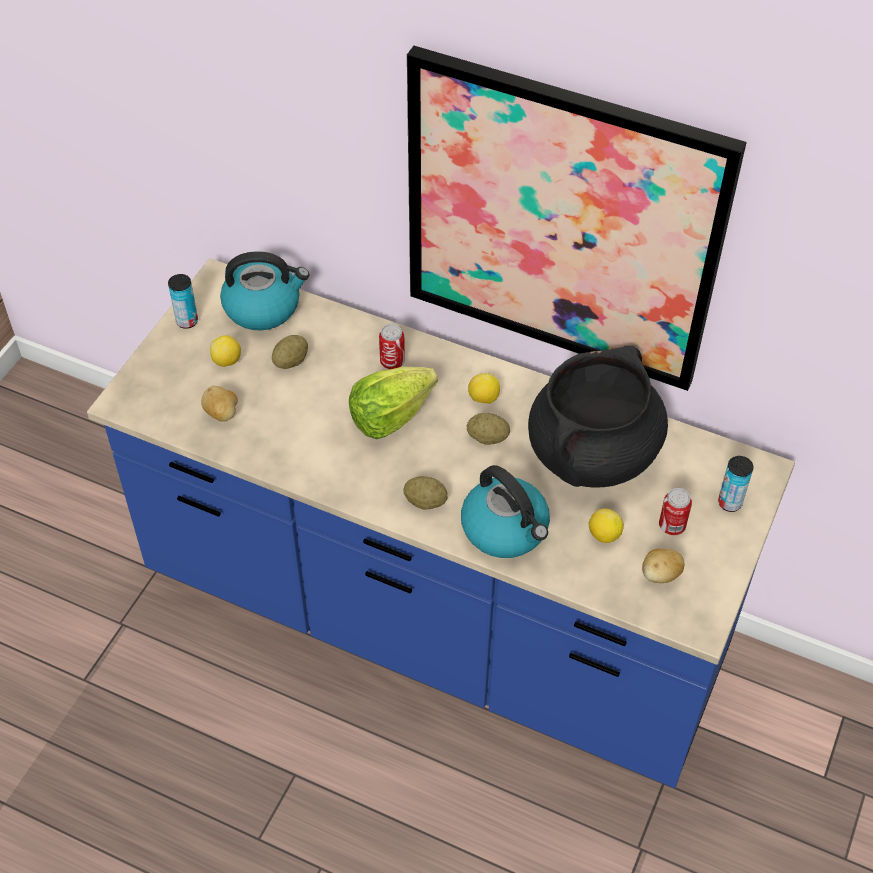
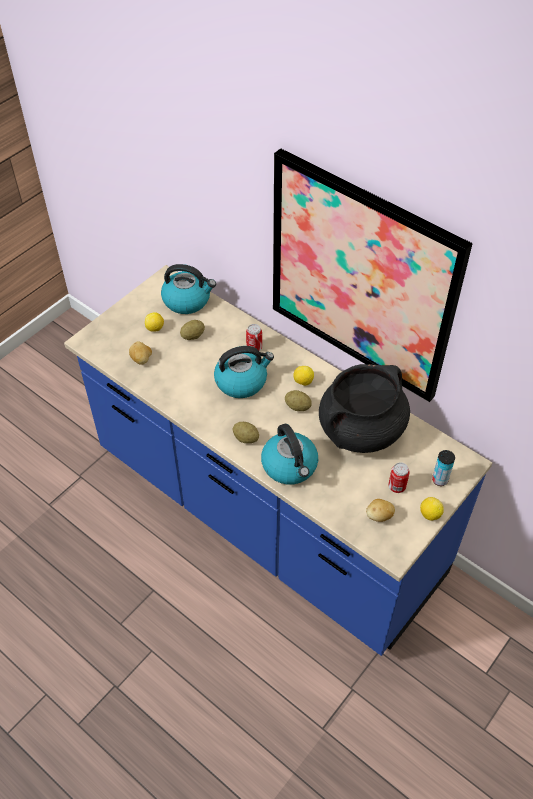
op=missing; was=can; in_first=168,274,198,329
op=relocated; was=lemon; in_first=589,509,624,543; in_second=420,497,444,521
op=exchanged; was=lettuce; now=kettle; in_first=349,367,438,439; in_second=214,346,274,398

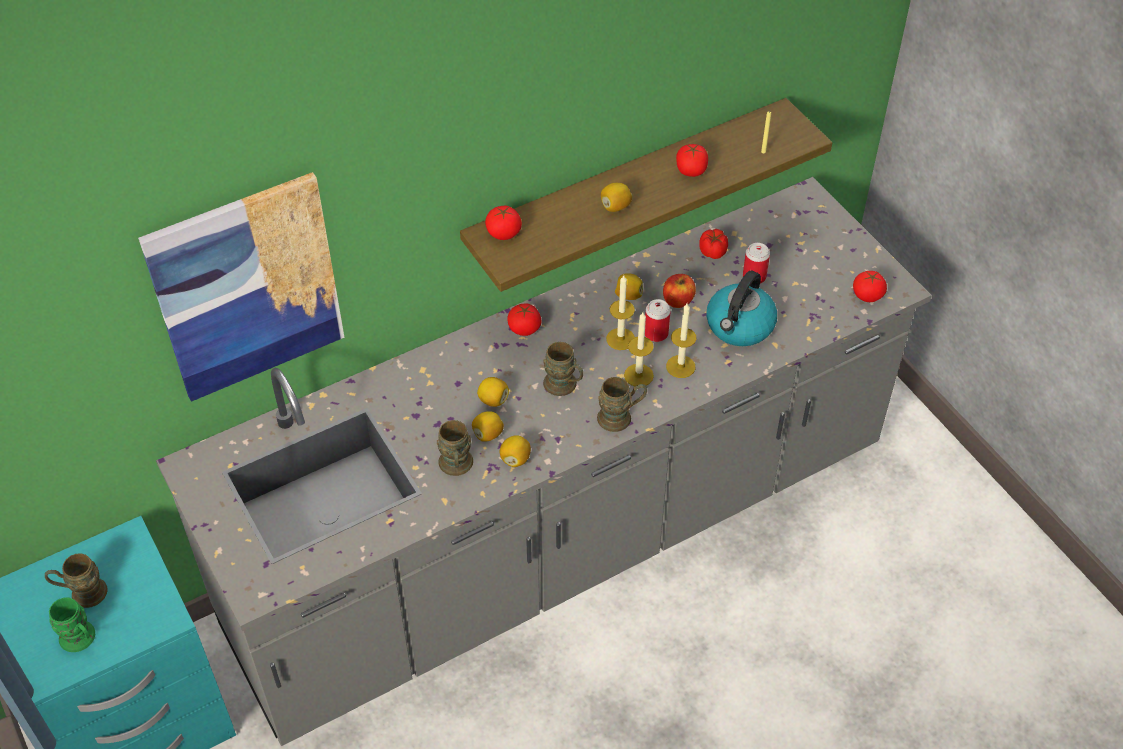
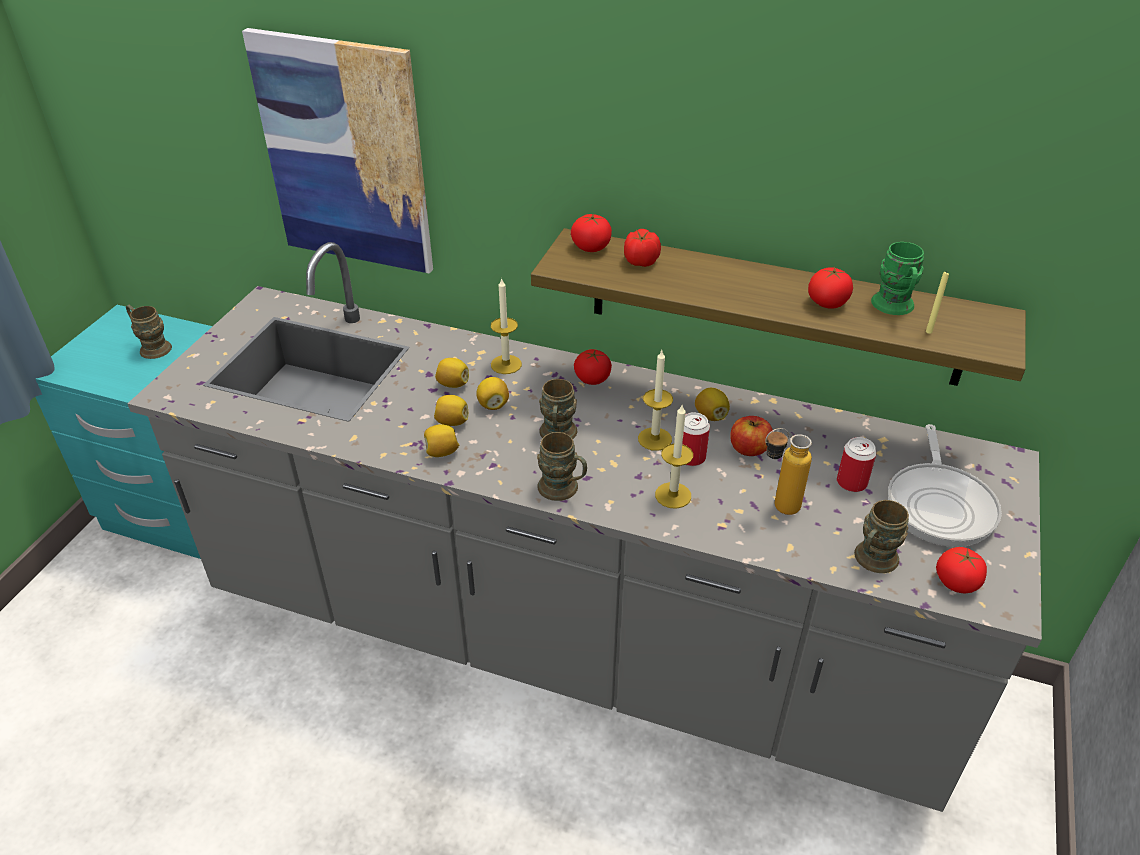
op=appeared; now=frying pan; in_second=888,424,1002,547
op=relocated; was=green mug; in_first=49,597,95,652; in_second=871,242,924,315
op=relocated; was=brown mug; in_first=437,420,473,476; in_second=854,500,909,573
op=relocated; was=lemon; in_first=601,183,632,212; in_second=435,358,469,388
op=relocated; was=candle; in_first=624,312,654,386; in_second=491,278,522,374
op=relocated; was=tomato; in_first=699,229,728,259; in_second=624,229,661,267
op=exchanged; was=kettle; now=bottle; in_first=706,270,777,346; in_second=765,428,812,515

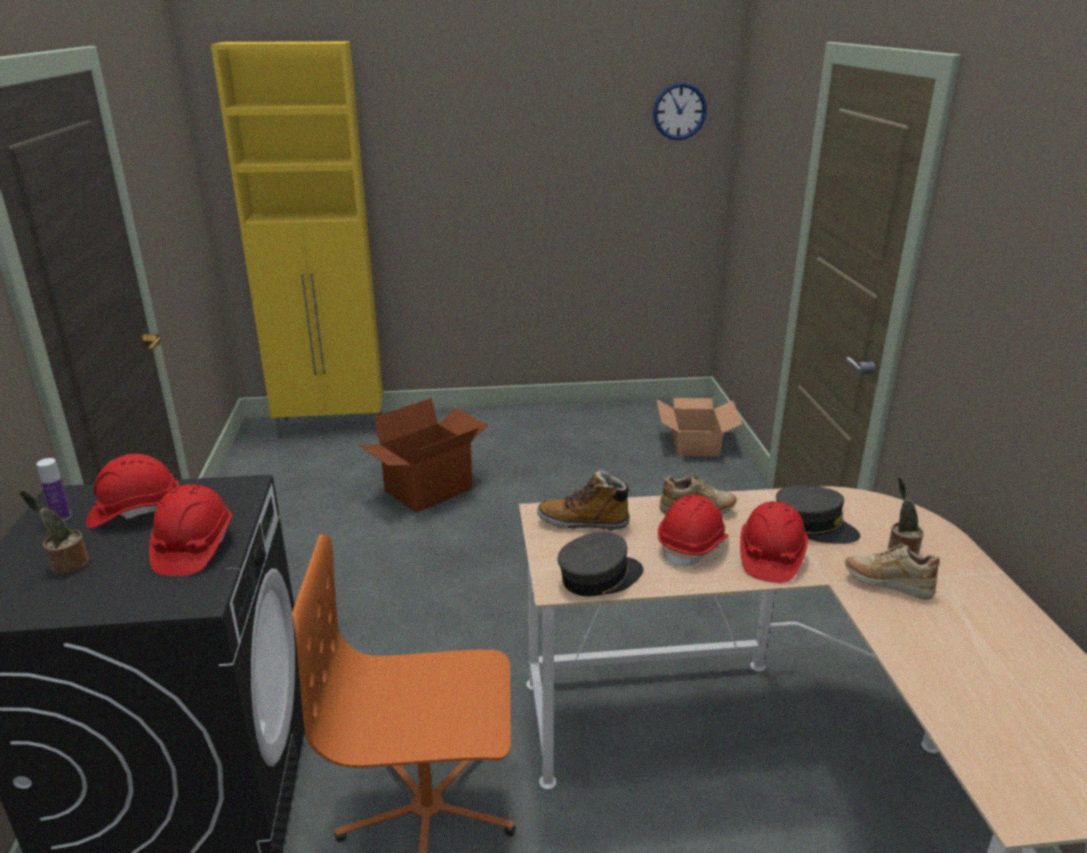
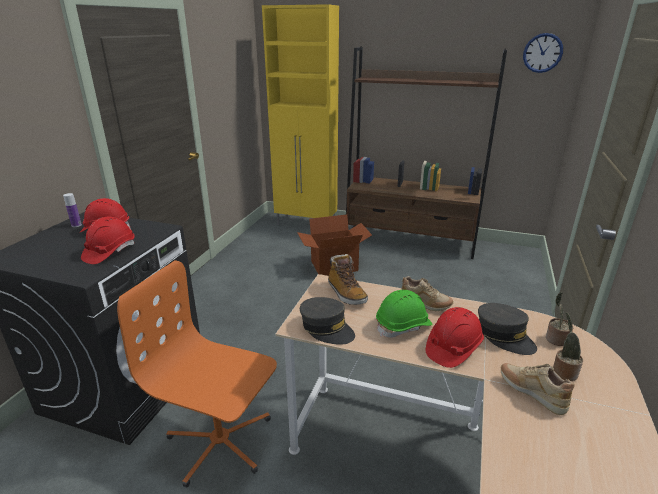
op=missing; was=cardboard box; in_first=656,398,742,457
op=appeared; now=brown bookcase; in_second=346,47,507,259
op=relocated; was=potted plant; in_first=19,490,89,575; in_second=546,292,573,346
op=colour; was=red hard hat; now=green hard hat; in_first=658,495,729,568; in_second=376,290,433,338
op=spun; was=boot; in_first=537,470,633,530; in_second=328,254,368,305; clockwise=-150
op=spun; was=grey cap; in_first=557,532,643,596; in_second=300,297,355,345; clockwise=45

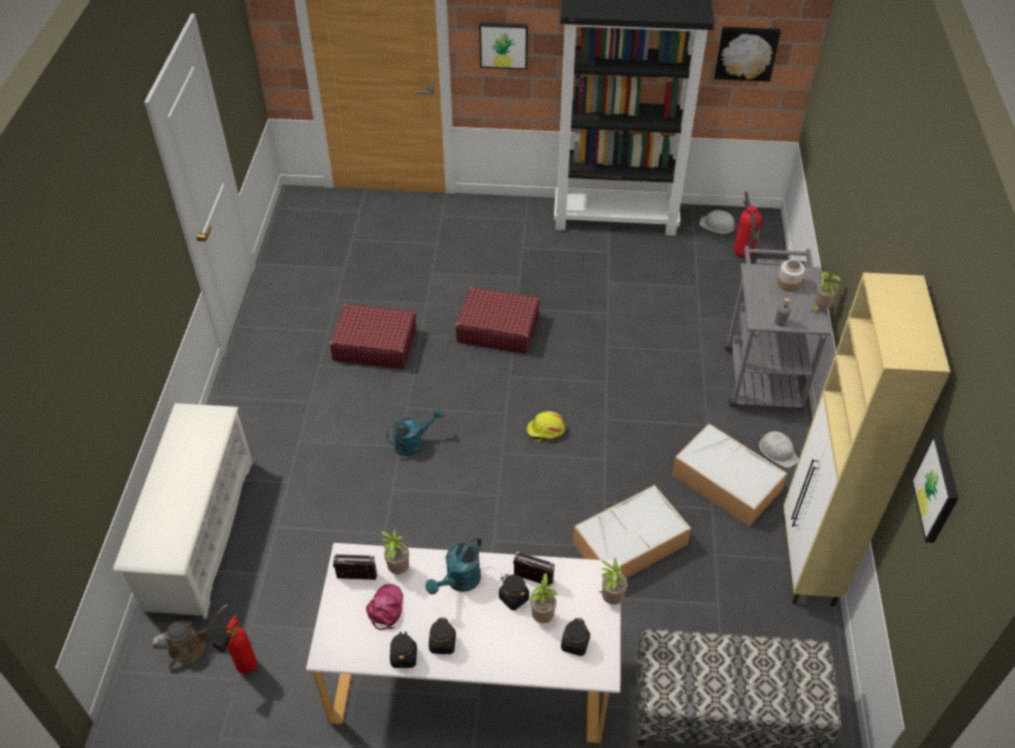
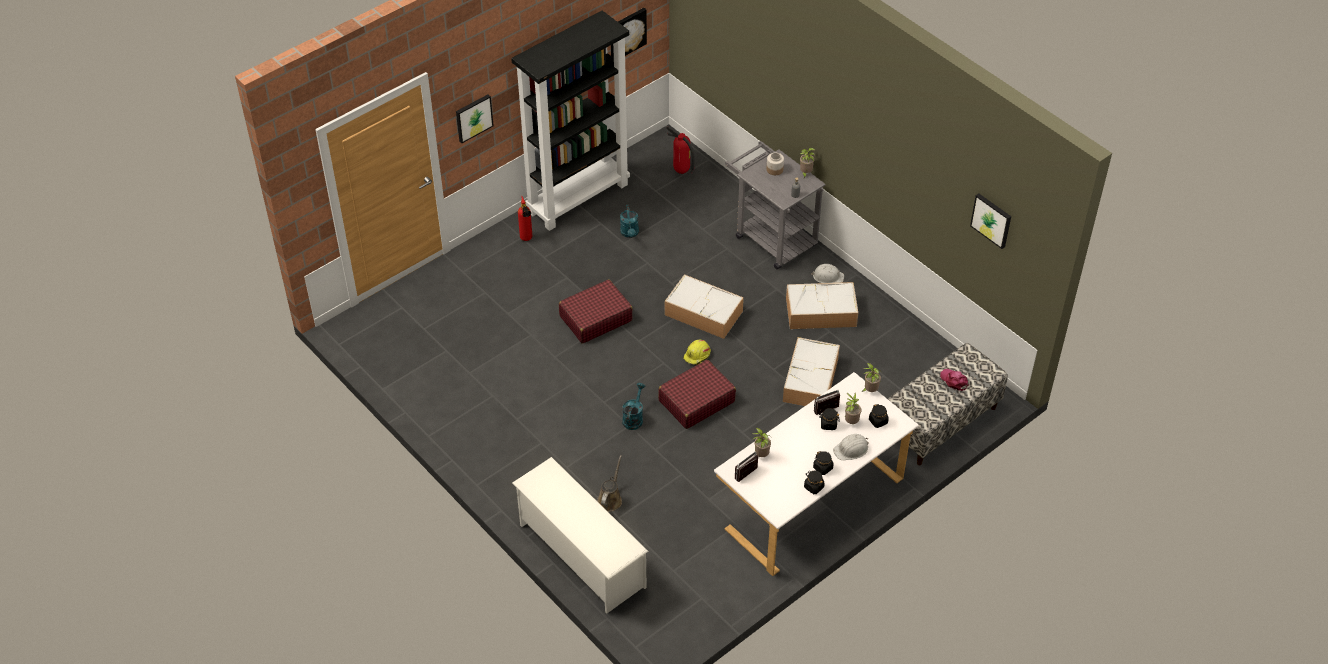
op=missing; was=beige cabinet; in_first=783,272,950,607
op=appeared; now=storage box; in_second=665,274,744,339
op=relocated; was=brown watering can; in_first=152,604,228,664; in_second=597,455,622,512
op=relocated; was=fire extinguisher; in_first=212,615,257,674; in_second=518,197,532,241
op=relocated; was=red suitcase; in_first=330,304,416,369; in_second=658,360,736,429
op=relocated; was=pink cap; in_first=366,584,403,630; in_second=940,369,969,391
op=relocated; was=turquoise watering can; in_first=426,536,481,594; in_second=620,205,639,238
op=relocated; was=white hard hat; in_first=699,210,738,234; in_second=833,434,868,460

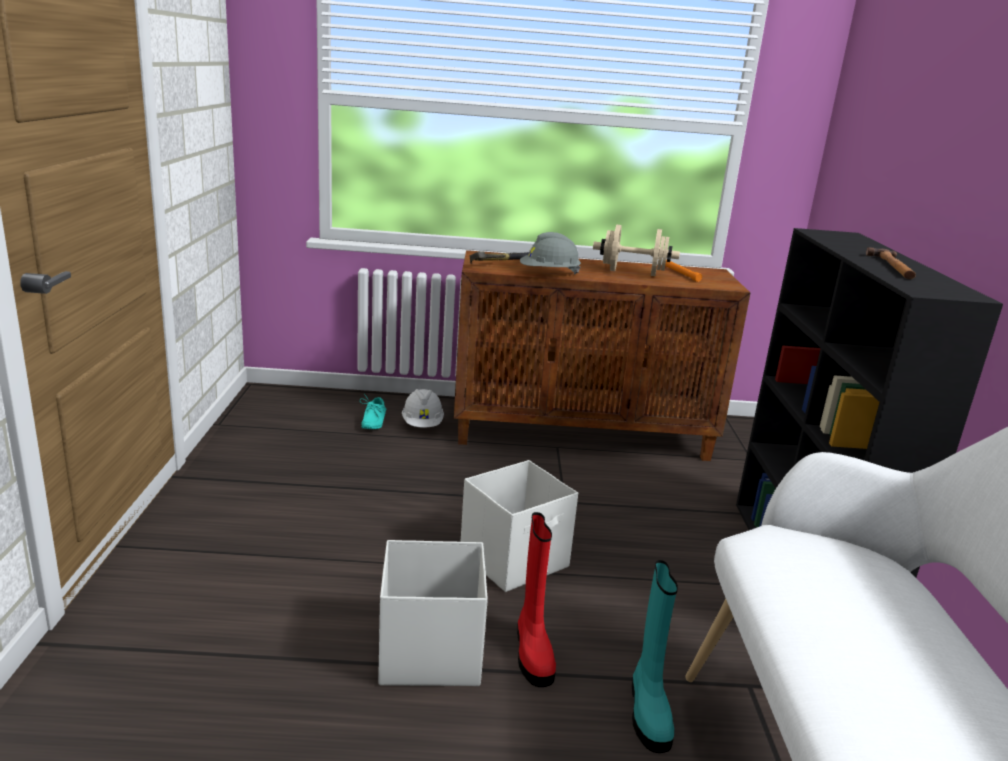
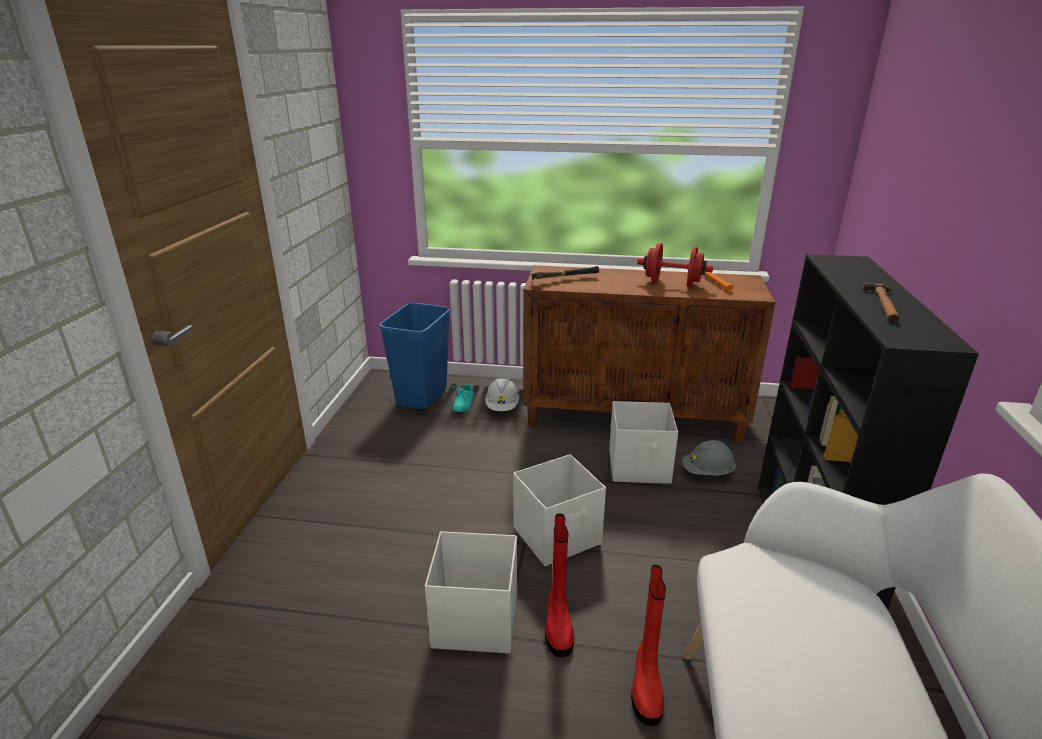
op=appeared; now=blue trash can; in_second=379,303,450,409
op=appeared; now=white storage box; in_second=609,401,678,484
op=relocated; was=grey hard hat; in_first=520,232,581,274; in_second=682,440,736,476
op=colour; was=beige dumbbell; now=red dumbbell; in_first=593,225,680,276; in_second=637,243,713,287
op=colour; was=turquoise boot; now=red boot; in_first=632,560,678,753; in_second=631,565,666,726

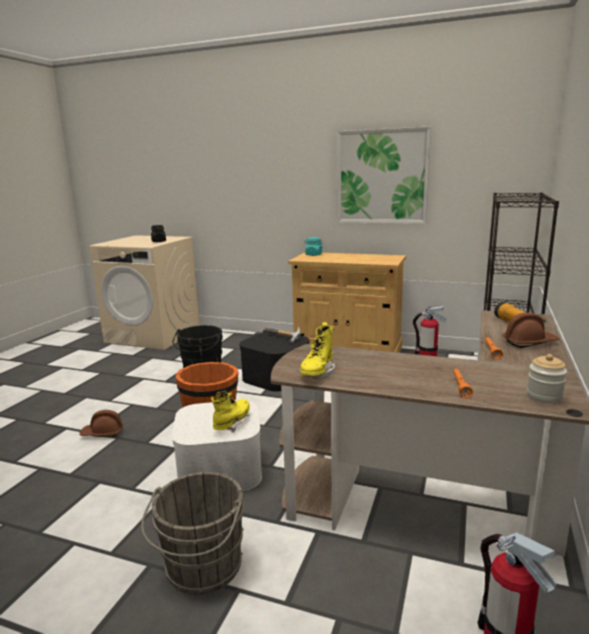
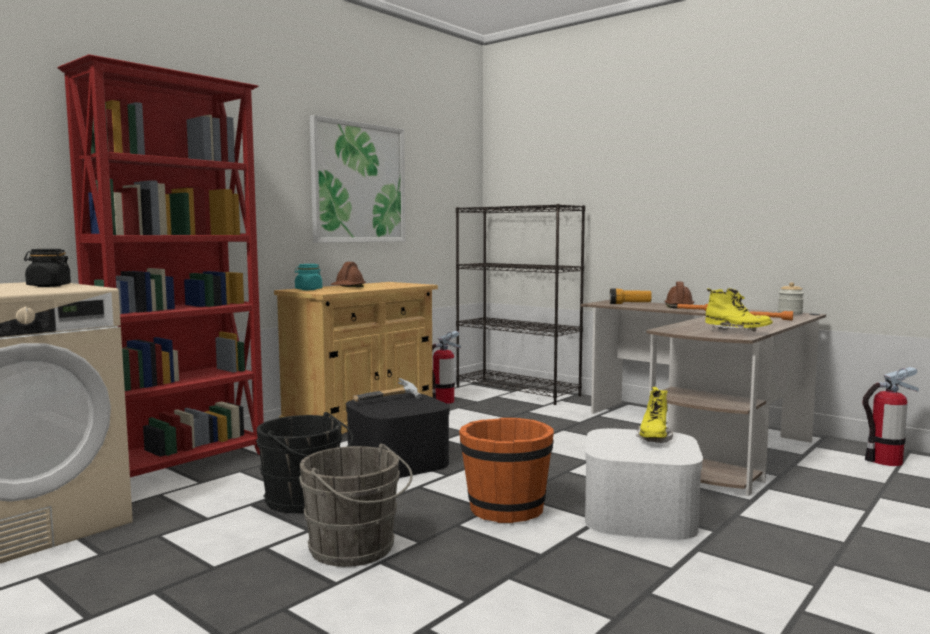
op=appeared; now=red bookcase; in_second=57,54,264,477
op=relocated; was=brown hard hat; in_first=80,410,123,438; in_second=330,262,366,287
op=relocated; was=grey bucket; in_first=141,472,245,595; in_second=299,444,413,567
op=spun; was=yellow boot; in_first=211,391,250,433; in_second=636,387,673,443; clockwise=-120

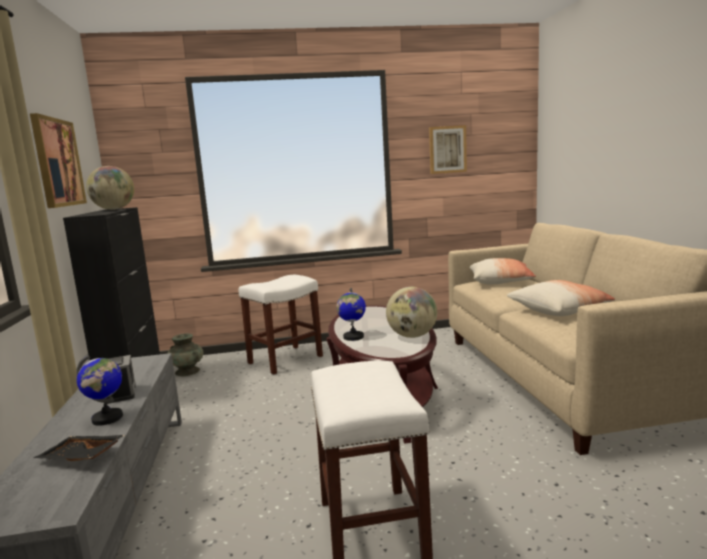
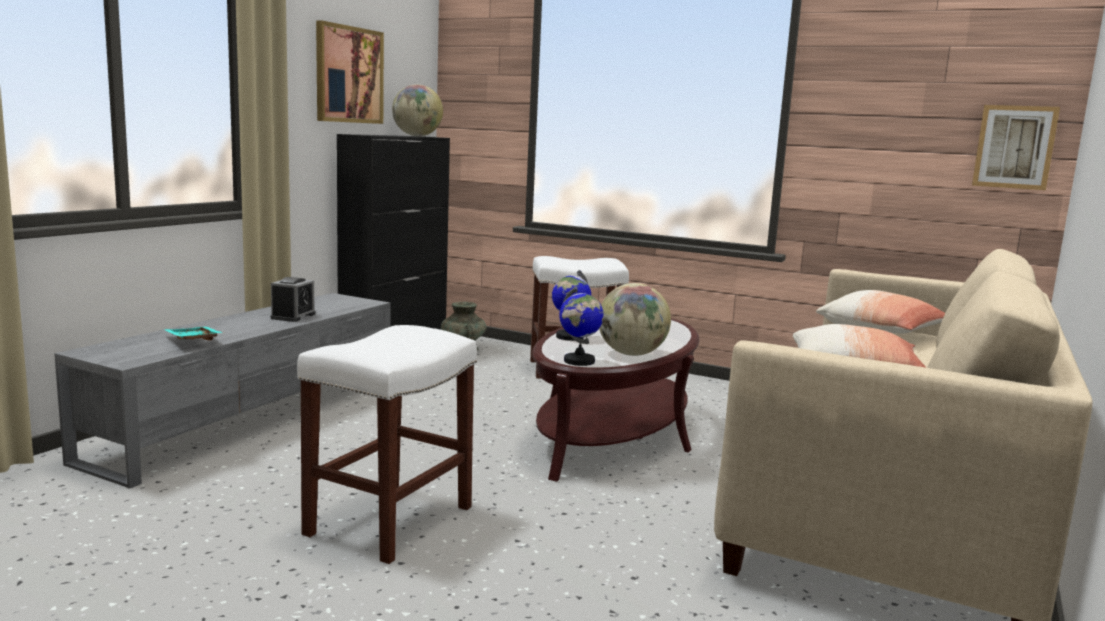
op=relocated; was=globe; in_first=76,354,123,426; in_second=559,286,604,366
op=relocated; was=picture; in_first=429,125,467,174; in_second=972,105,1060,190
op=colour; was=black tray; now=turquoise tray; in_first=34,435,124,461; in_second=164,327,224,340

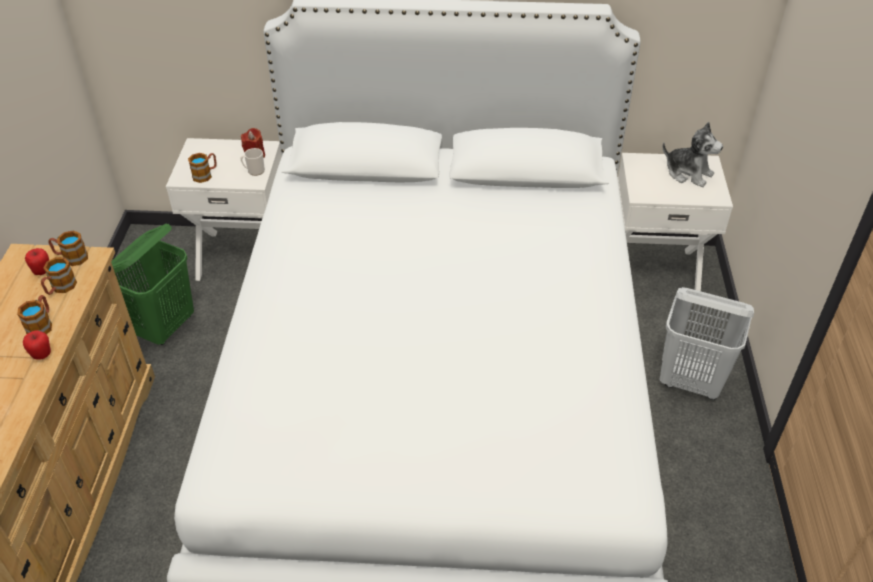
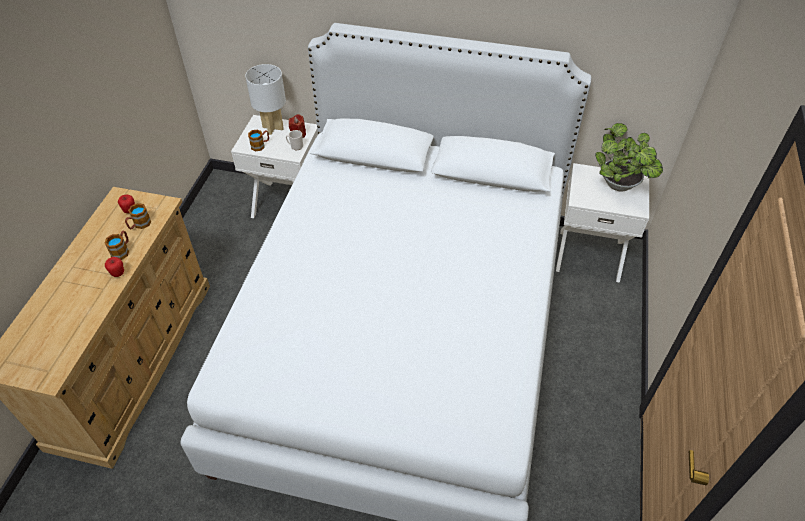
op=missing; was=mug; in_first=49,231,88,266
op=missing; was=green laundry basket; in_first=111,223,194,345
op=missing; was=white laundry basket; in_first=659,287,754,400
op=appeared; now=white table lamp; in_second=245,64,286,135
op=exchanged; was=plush toy; now=potted plant; in_first=663,122,723,187; in_second=595,123,663,192

